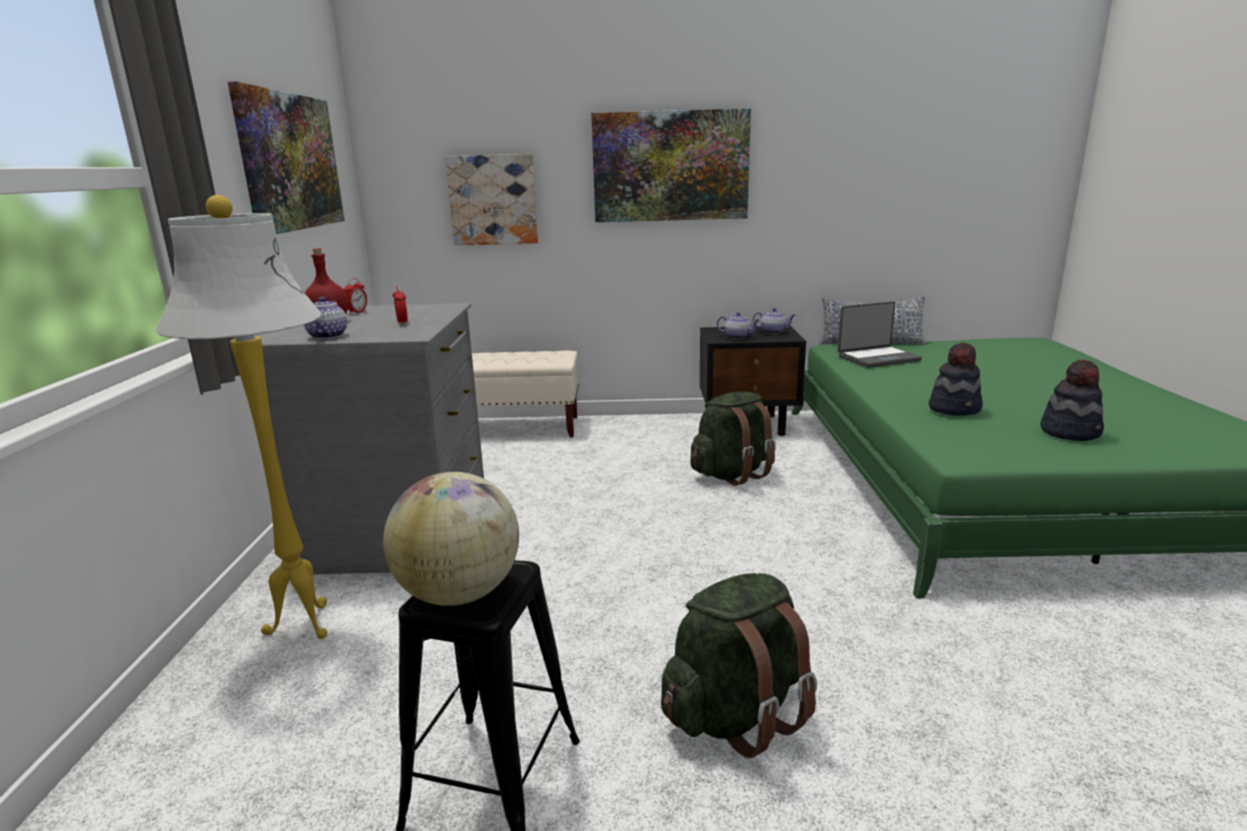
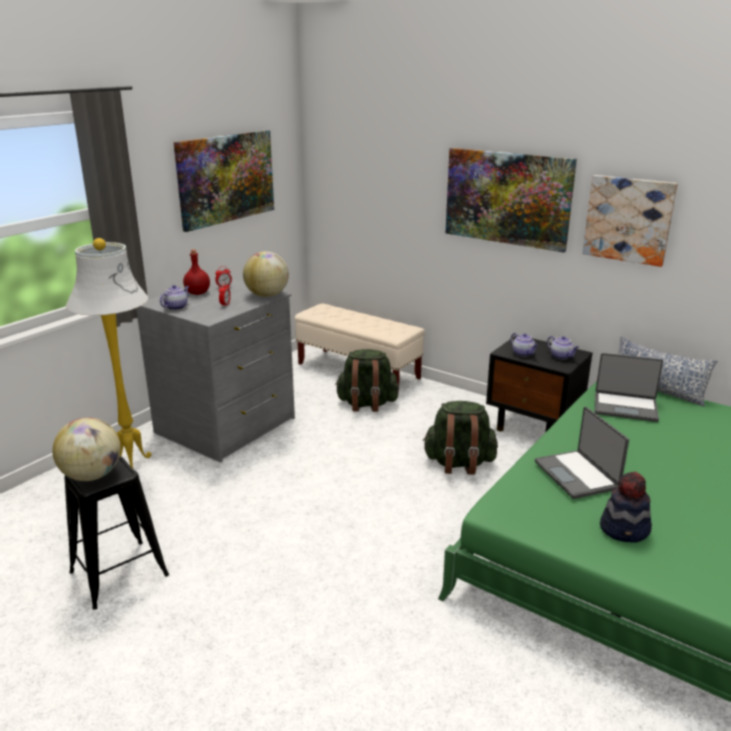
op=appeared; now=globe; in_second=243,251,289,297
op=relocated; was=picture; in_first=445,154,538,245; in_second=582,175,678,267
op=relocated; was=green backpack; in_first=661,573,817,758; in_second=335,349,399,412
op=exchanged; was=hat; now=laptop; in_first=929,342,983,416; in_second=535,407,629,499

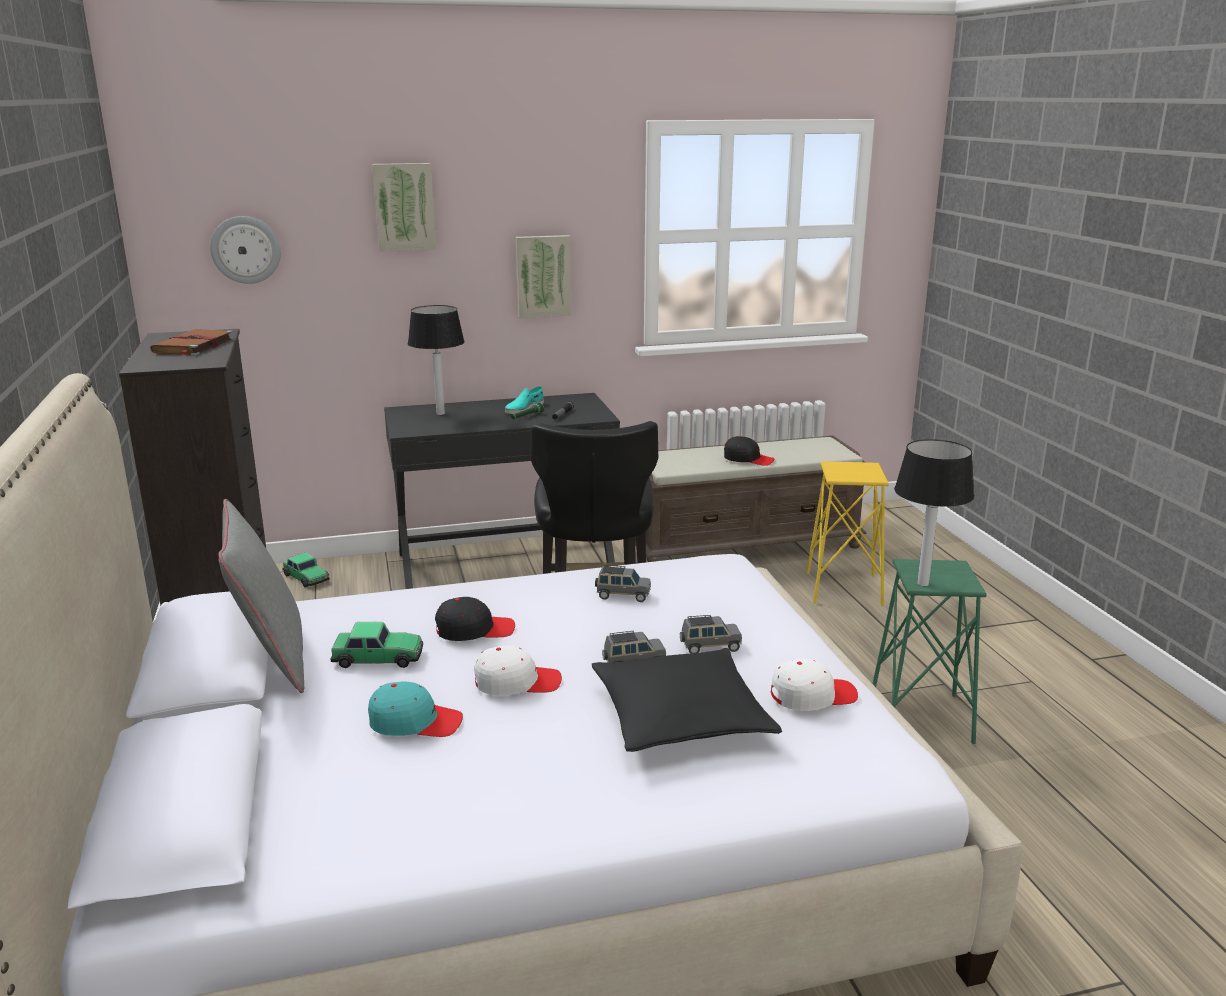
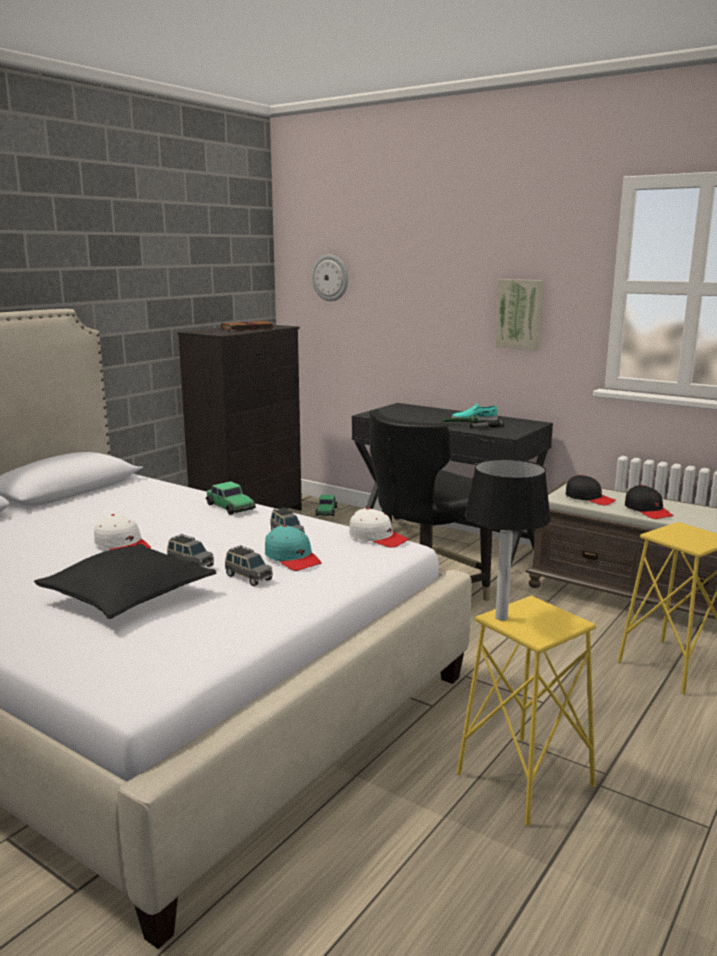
op=missing; was=grey pillow; in_first=218,499,304,693
op=missing; was=picture; in_first=372,163,436,252
op=missing; was=table lamp; in_first=408,305,465,415
op=relocated; was=toy car; in_first=330,622,423,668; in_second=206,481,256,515
op=relocated; was=turquoise cap; in_first=368,682,463,737; in_second=265,525,322,571
op=relocated; was=black cap; in_first=435,597,515,641; in_second=566,475,616,506
op=relocated; was=white cap; in_first=771,659,858,711; in_second=349,508,408,548
op=colour; was=green stool; now=yellow stool; in_first=872,559,987,744; in_second=457,596,596,826

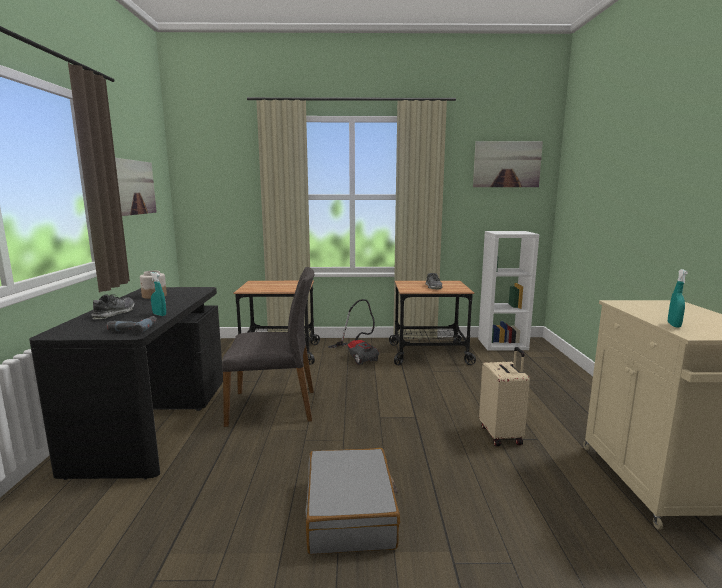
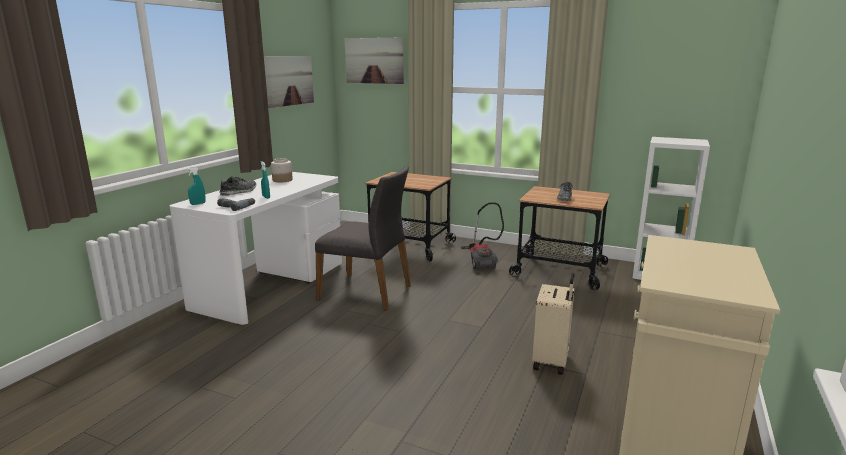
op=missing; was=grey suitcase; in_first=306,448,400,554
op=relocated; was=picture; in_first=473,141,543,187; in_second=345,37,404,84
op=relocated; was=turquoise spray bottle; in_first=668,269,688,328; in_second=187,167,206,205
op=colour; was=black desk; now=white desk; in_first=29,287,223,480; in_second=170,172,342,325

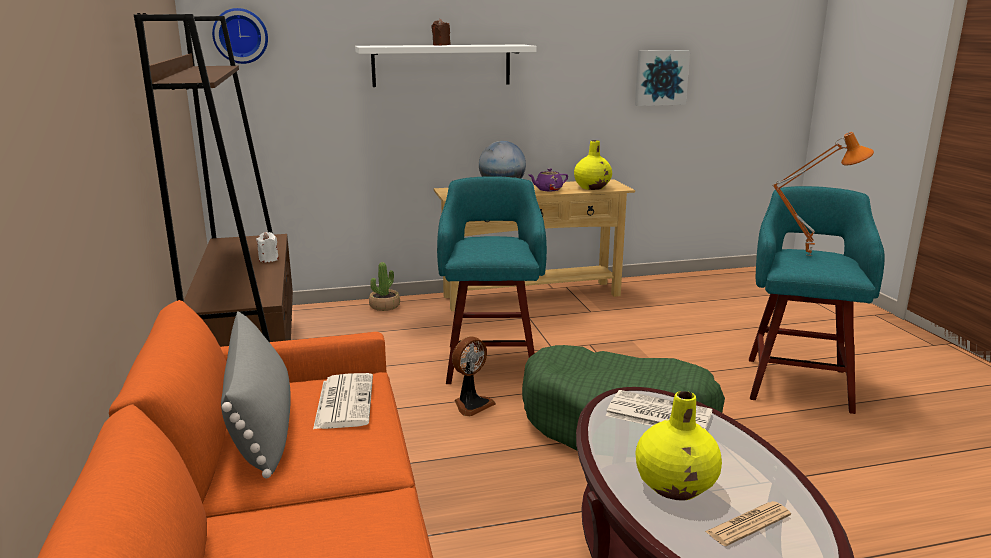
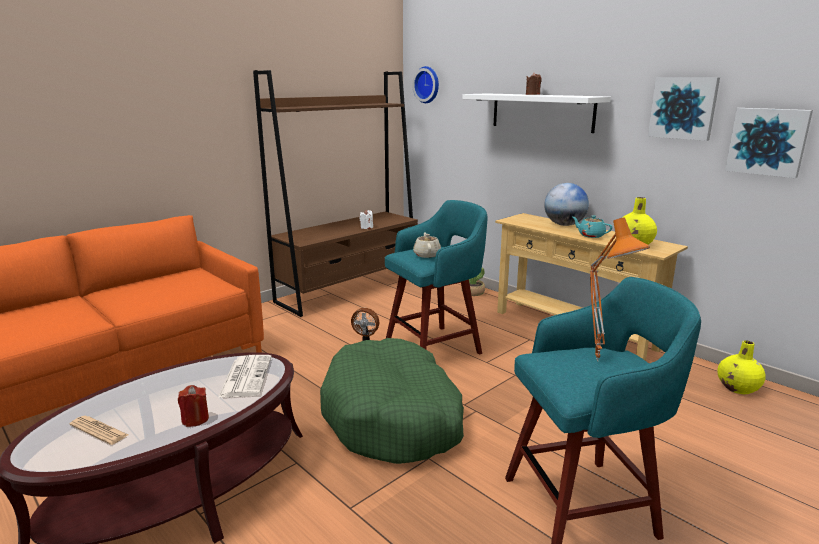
op=missing; was=grey pillow; in_first=221,311,291,479
op=missing; was=newspaper; in_first=313,373,373,429
op=appeared; now=red candle; in_second=178,385,209,427
op=appeared; now=beige teapot; in_second=413,232,441,258
op=appeared; now=picture; in_second=648,77,720,141
op=relocated; was=yellow vase; in_first=635,391,722,500; in_second=717,341,766,394
op=colour; was=purple teapot; now=turquoise teapot; in_first=528,168,568,191; in_second=573,215,613,238

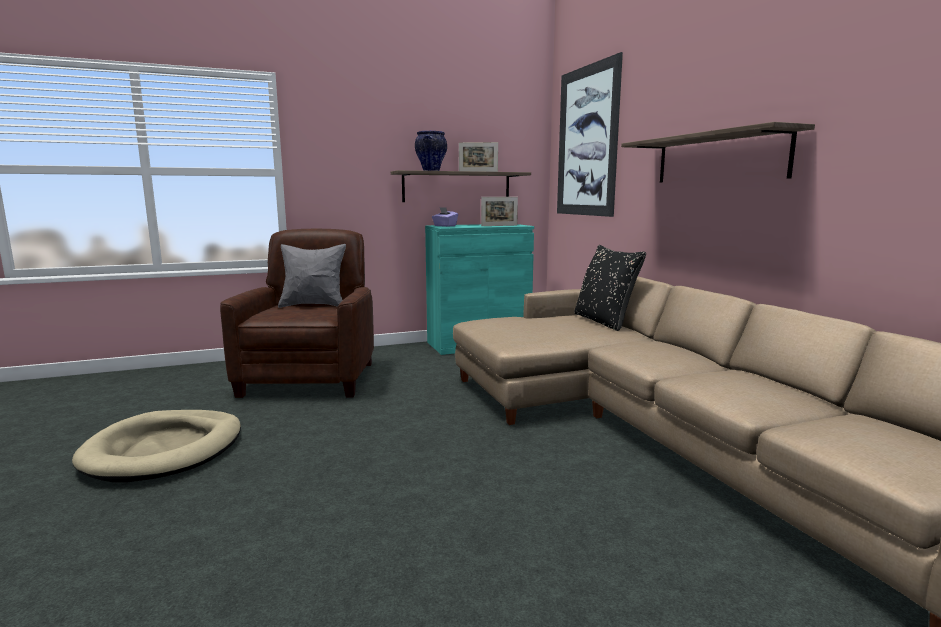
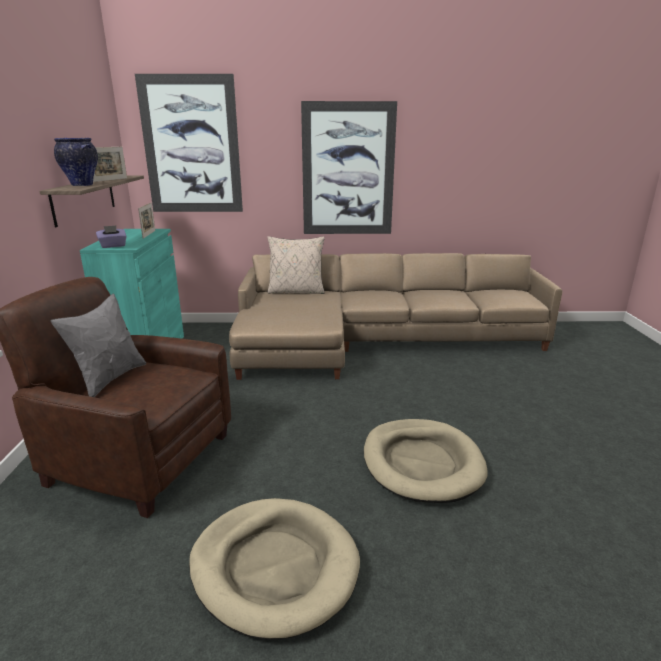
op=appeared; now=beige dog bed; in_second=363,419,487,503
op=exchanged; was=shelf; now=picture; in_first=621,122,815,182; in_second=301,101,397,234
op=colour; was=black pillow; now=beige pillow; in_first=574,245,646,331; in_second=267,236,325,294

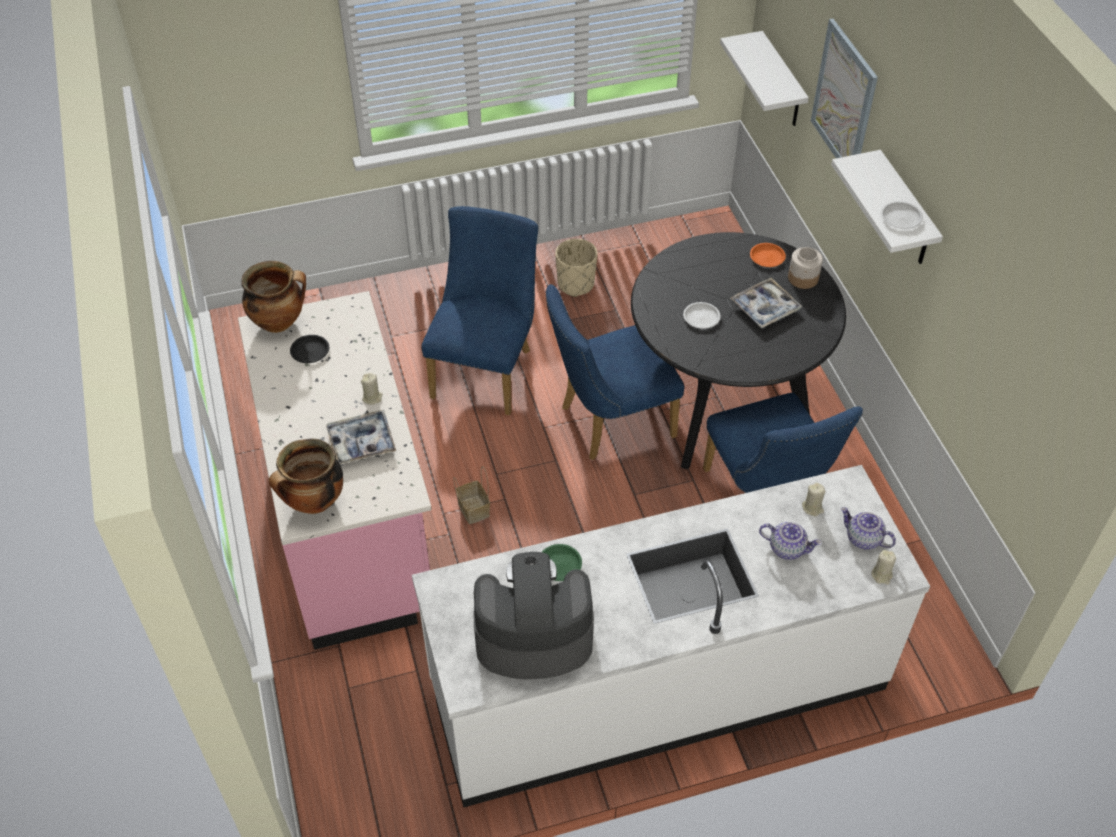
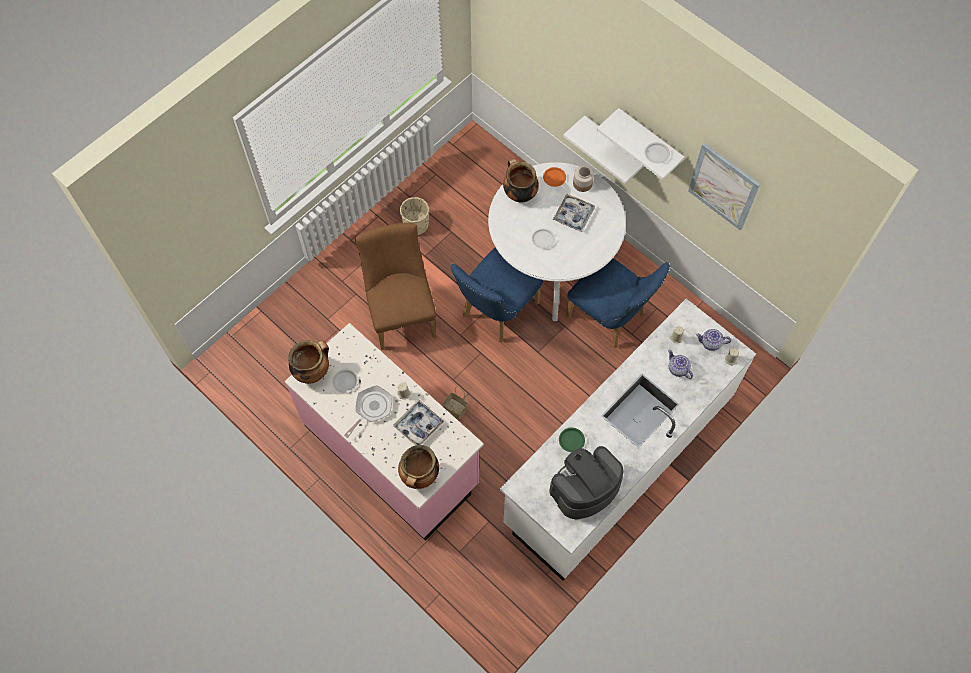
op=appeared; now=frying pan; in_second=344,385,392,438
op=appeared; now=cooking pot; in_second=503,158,539,202
op=relocated; was=white shelf; in_first=720,31,809,126; in_second=563,115,644,184
op=relocated; was=picture; in_first=811,18,878,158; in_second=688,143,760,231
op=colour; was=black plate; now=white plate; in_first=290,335,329,363; in_second=333,369,358,393
op=colour; was=blue chair; now=brown chair; in_first=421,206,538,415; in_second=355,223,436,350
op=colour; was=black dining table; now=white dining table; in_first=631,232,846,469; in_second=488,162,626,321
op=spun; was=teapot; in_first=759,522,822,560; in_second=668,350,693,379; clockwise=-120

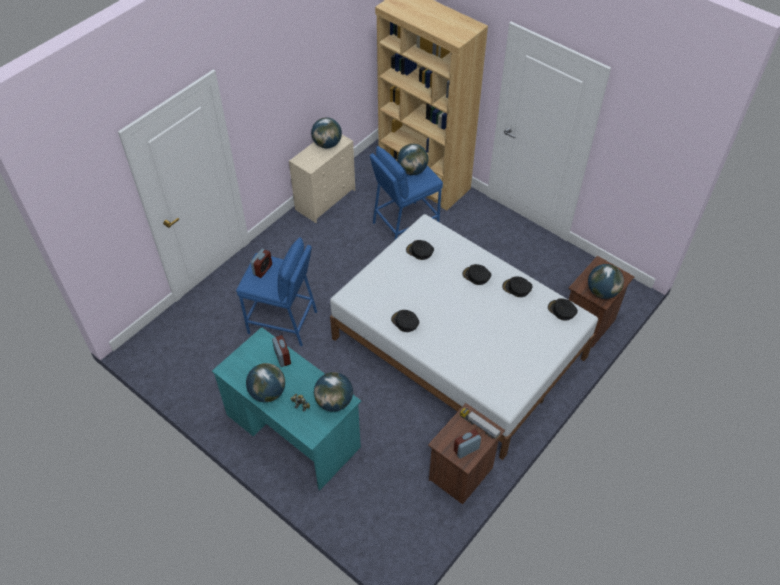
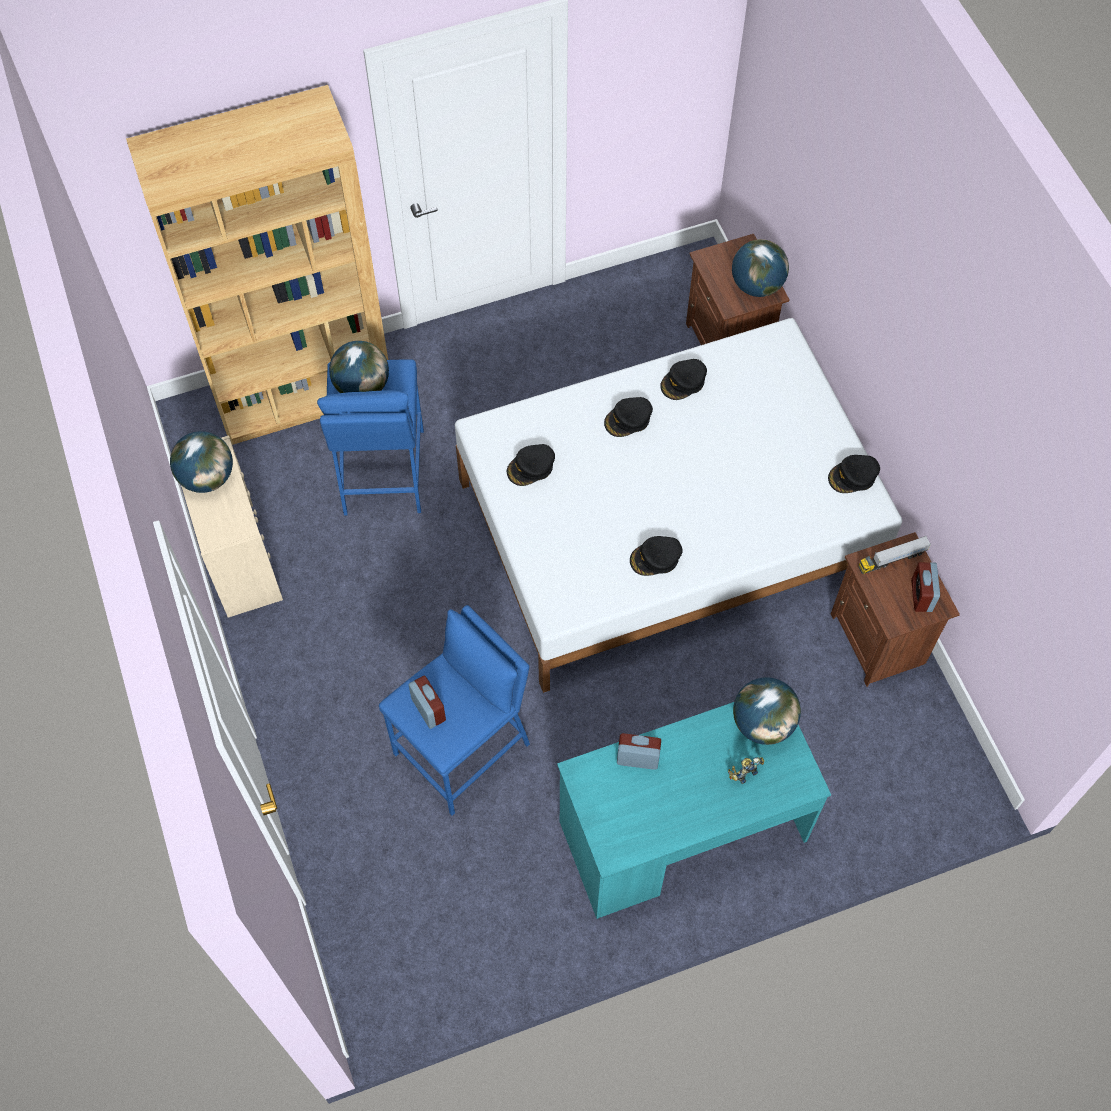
op=missing; was=globe; in_first=246,363,285,402
op=relocated; was=black cap; in_first=548,298,578,320; in_second=828,455,880,493

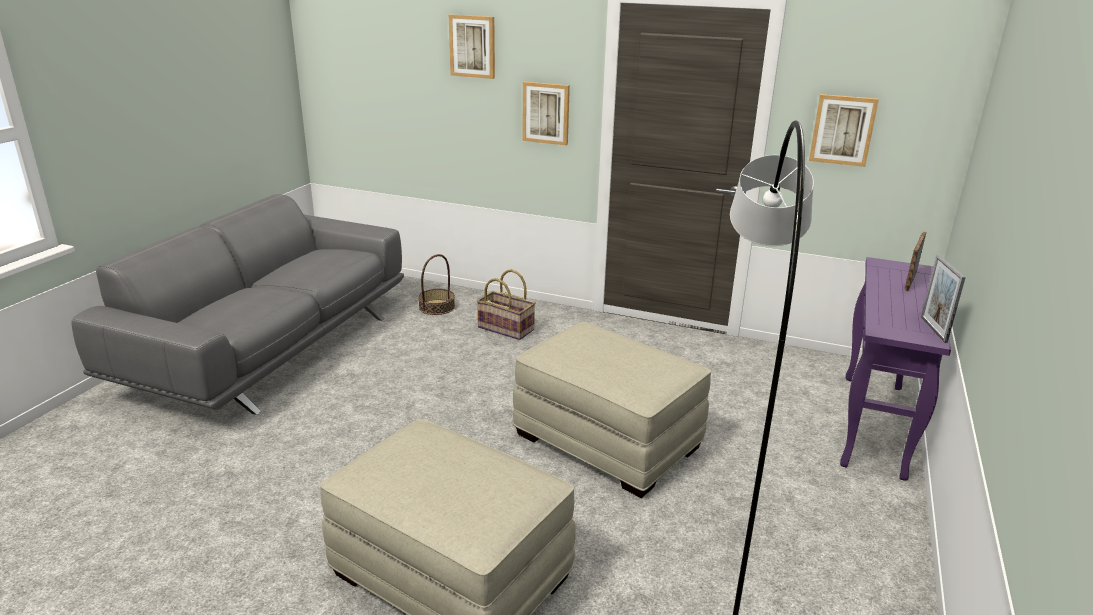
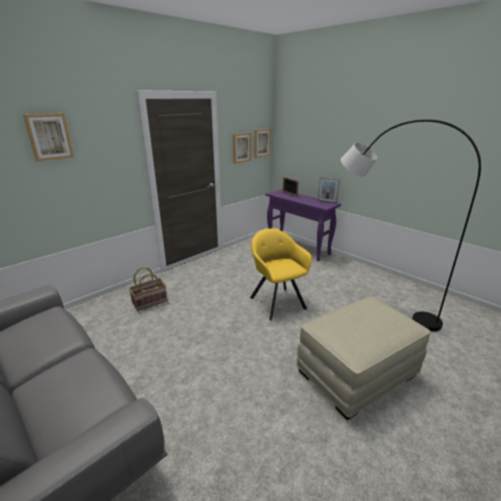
op=missing; was=basket; in_first=418,254,455,315
op=relocated; was=picture; in_first=522,82,570,145; in_second=254,129,271,158
op=exchanged; was=beige ottoman; now=yellow armchair; in_first=513,322,711,498; in_second=250,229,312,320

